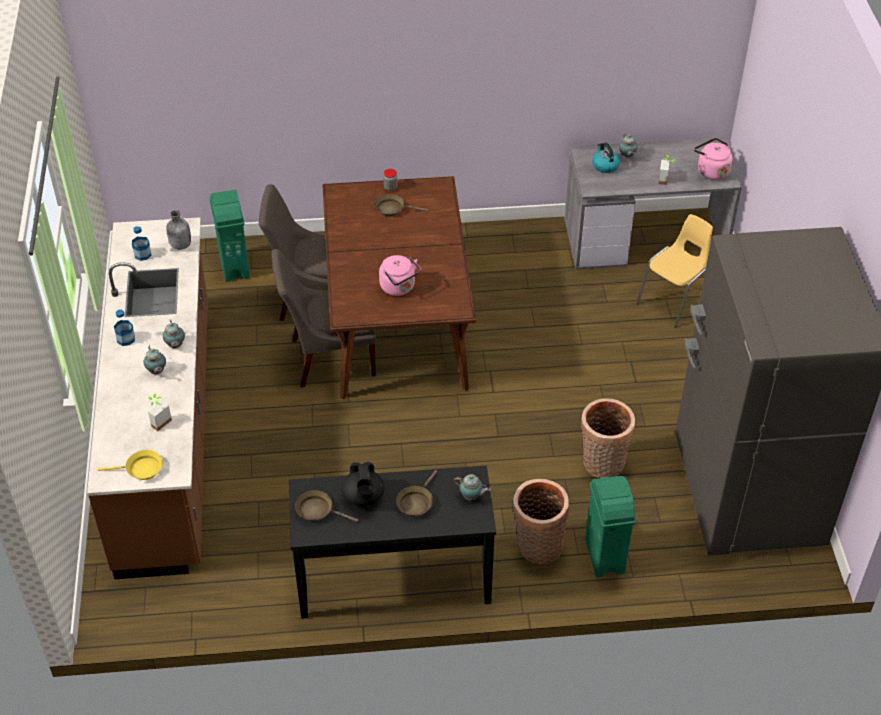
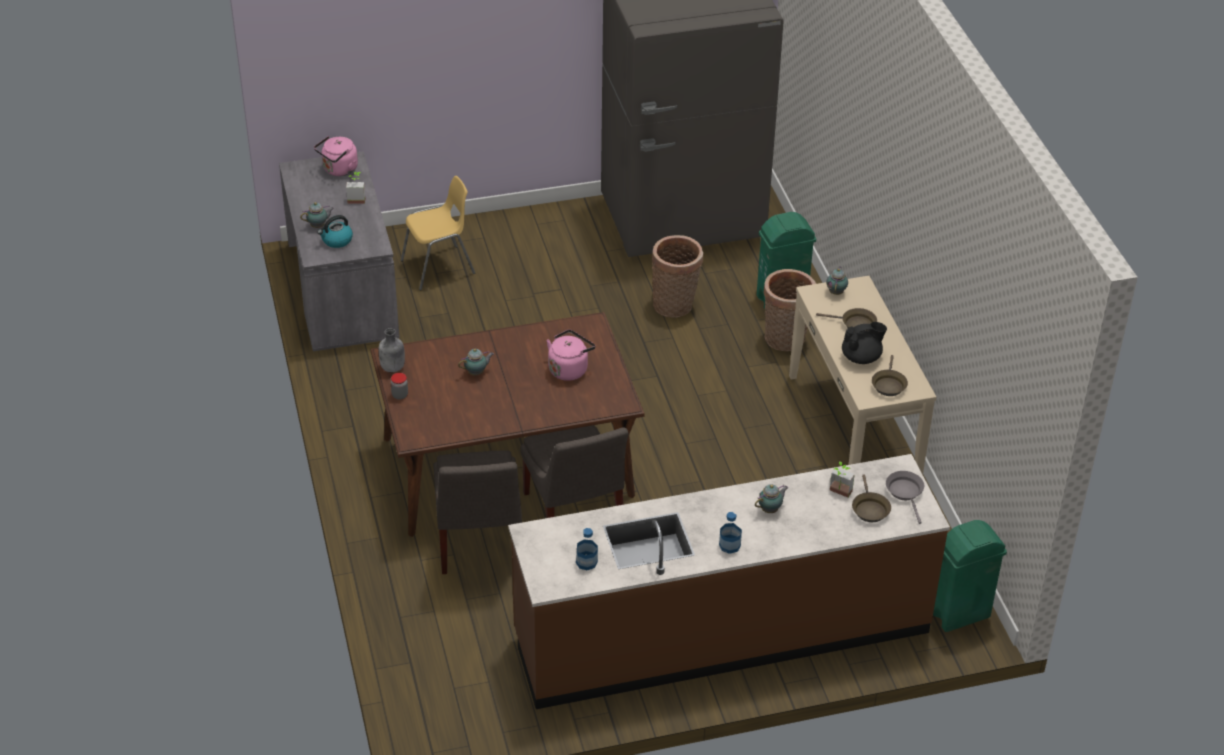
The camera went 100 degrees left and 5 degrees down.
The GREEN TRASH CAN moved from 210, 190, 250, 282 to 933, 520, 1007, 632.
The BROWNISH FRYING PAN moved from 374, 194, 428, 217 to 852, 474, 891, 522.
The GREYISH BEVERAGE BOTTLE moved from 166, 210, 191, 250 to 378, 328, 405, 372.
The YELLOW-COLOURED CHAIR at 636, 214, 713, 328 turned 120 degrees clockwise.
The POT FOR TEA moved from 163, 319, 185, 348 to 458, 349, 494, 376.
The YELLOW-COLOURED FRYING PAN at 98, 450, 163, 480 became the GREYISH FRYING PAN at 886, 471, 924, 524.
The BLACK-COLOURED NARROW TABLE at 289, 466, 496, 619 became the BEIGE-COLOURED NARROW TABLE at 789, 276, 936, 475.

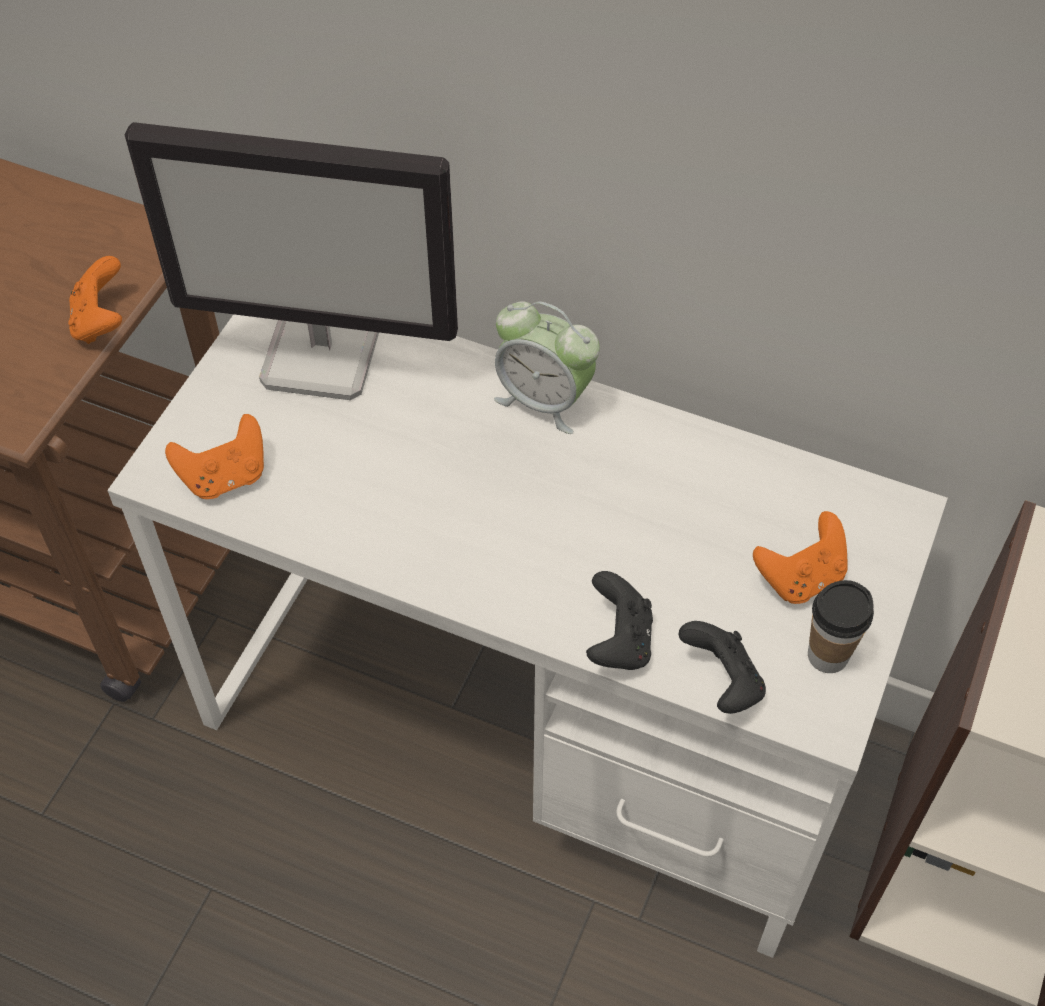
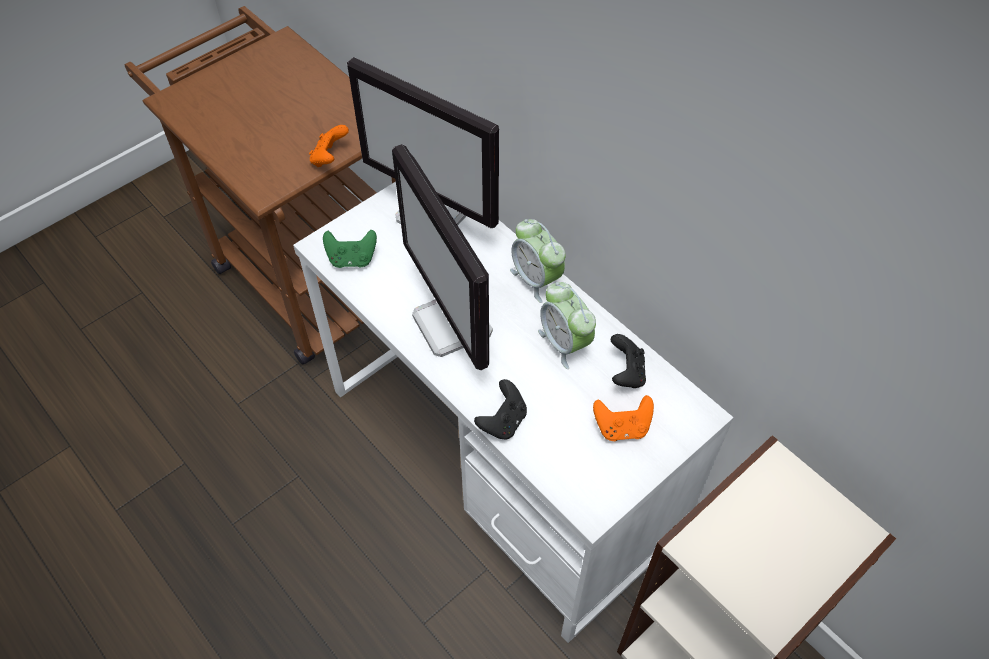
The camera went 25 degrees right and 0 degrees up.
The ORANGE-COLOURED GAMEPAD at 165, 414, 264, 499 became the GREEN GAMEPAD at 323, 230, 377, 268.
The DRINKING CUP at 808, 580, 874, 673 disappeared.
The BLACK-COLOURED GAMEPAD moved from 678, 621, 766, 714 to 611, 334, 646, 388.
The COMPUTER SCREEN at 392, 144, 493, 370 appeared.
The ALARM CLOCK at 538, 282, 596, 369 appeared.

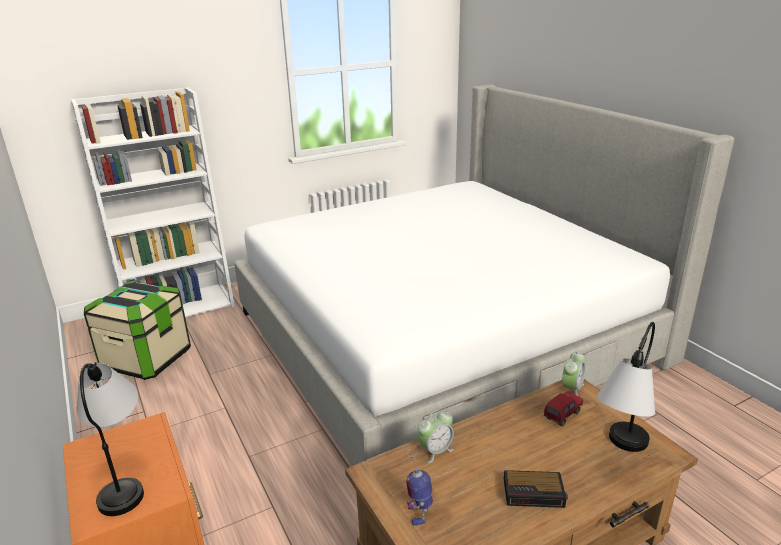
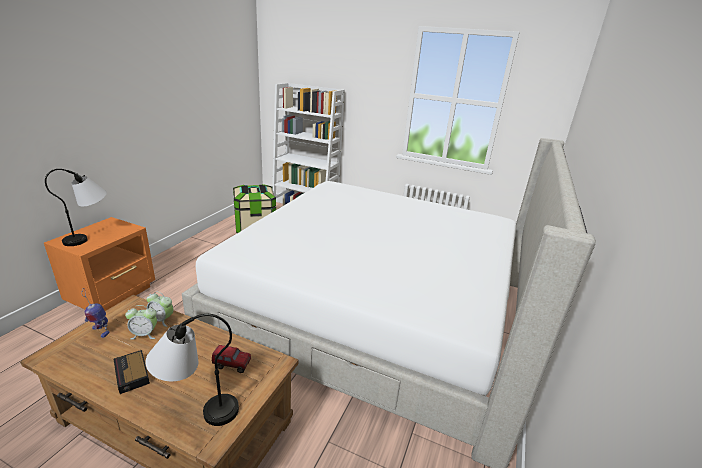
The camera went 50 degrees right and 0 degrees up.
The ALARM CLOCK moved from 562, 352, 585, 396 to 125, 305, 157, 339.
The TOY ROBOT at 406, 445, 433, 526 turned 120 degrees counterclockwise.

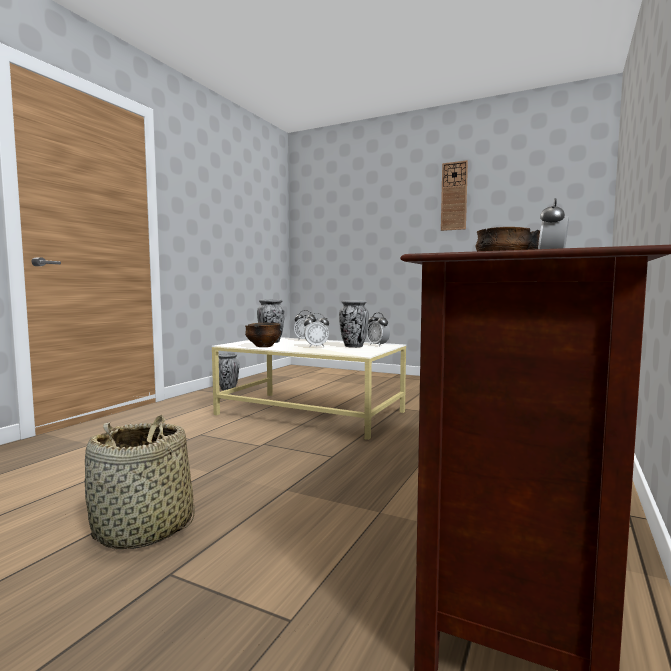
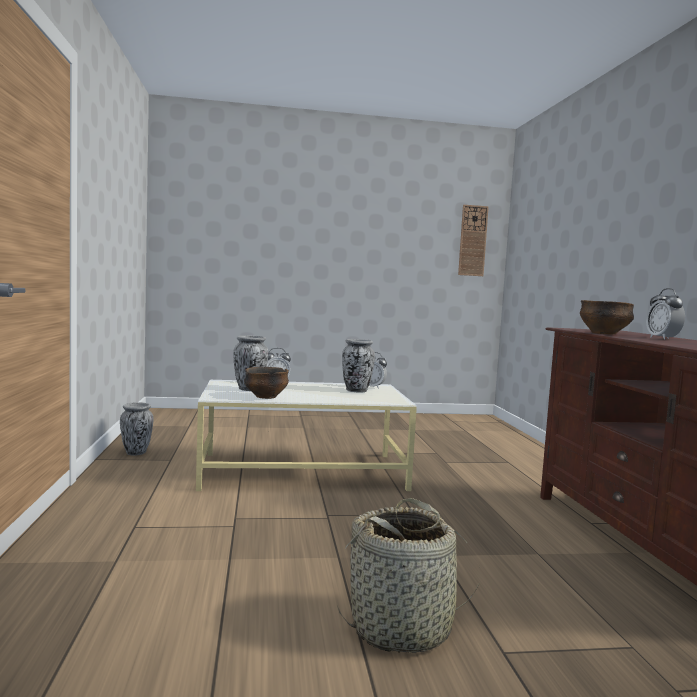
The camera went 35 degrees left and 0 degrees up.
The HANGING CLOCK moved from 441, 160, 468, 231 to 458, 205, 489, 276.
The ALARM CLOCK at 304, 313, 329, 347 disappeared.

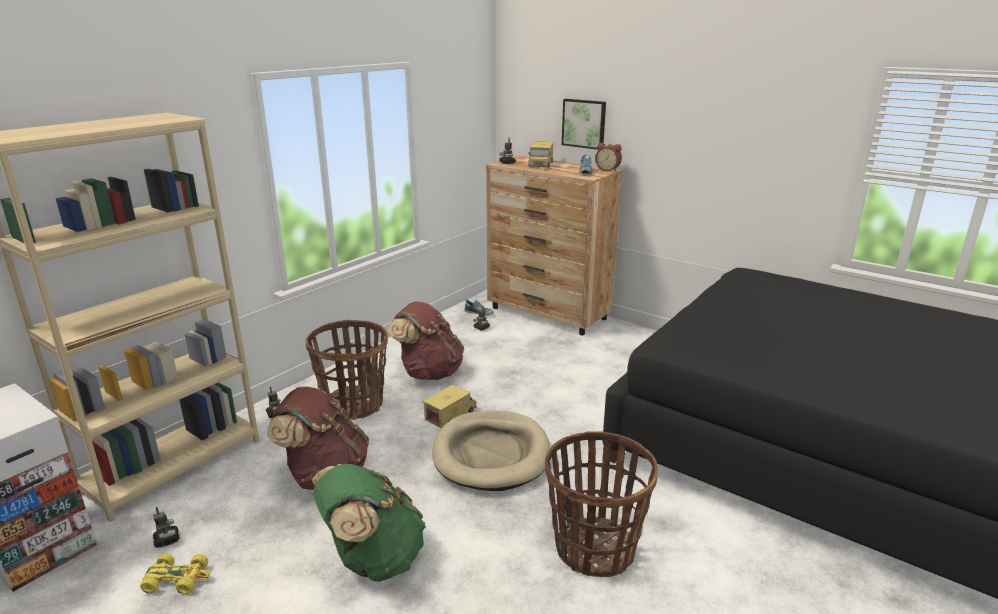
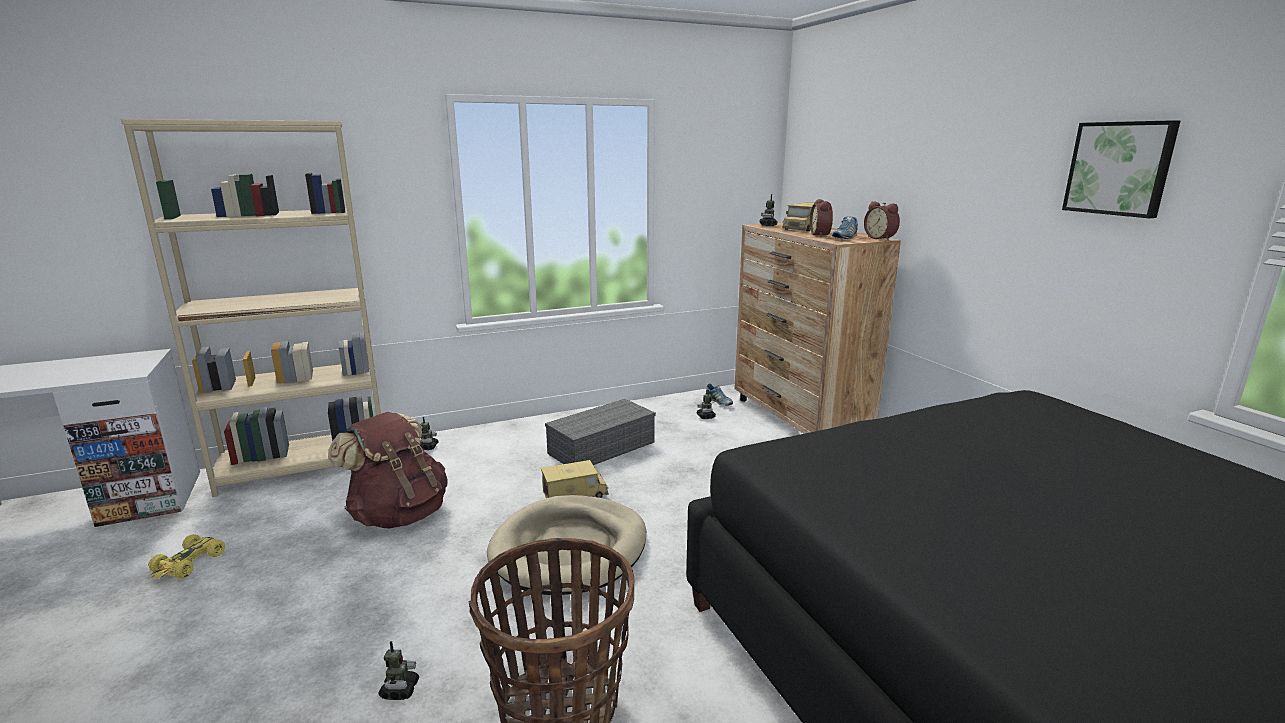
The camera went 30 degrees right and 5 degrees down.
The PICTURE moved from 562, 99, 606, 150 to 1062, 120, 1180, 218.
The BROWNISH RUCKSACK at 388, 301, 464, 380 was replaced by the GREYISH STORAGE BIN at 545, 399, 656, 465.
The HOUSEHOLD BASKET at 305, 320, 388, 420 disappeared.
The GREEN RUCKSACK at 312, 464, 426, 582 disappeared.
The TOY ROBOT moved from 153, 507, 180, 548 to 378, 641, 419, 700.
The YELLOW-COLOURED MODEL CAR at 140, 553, 211, 595 turned 75 degrees clockwise.
The ALARM CLOCK at 810, 199, 833, 236 appeared.

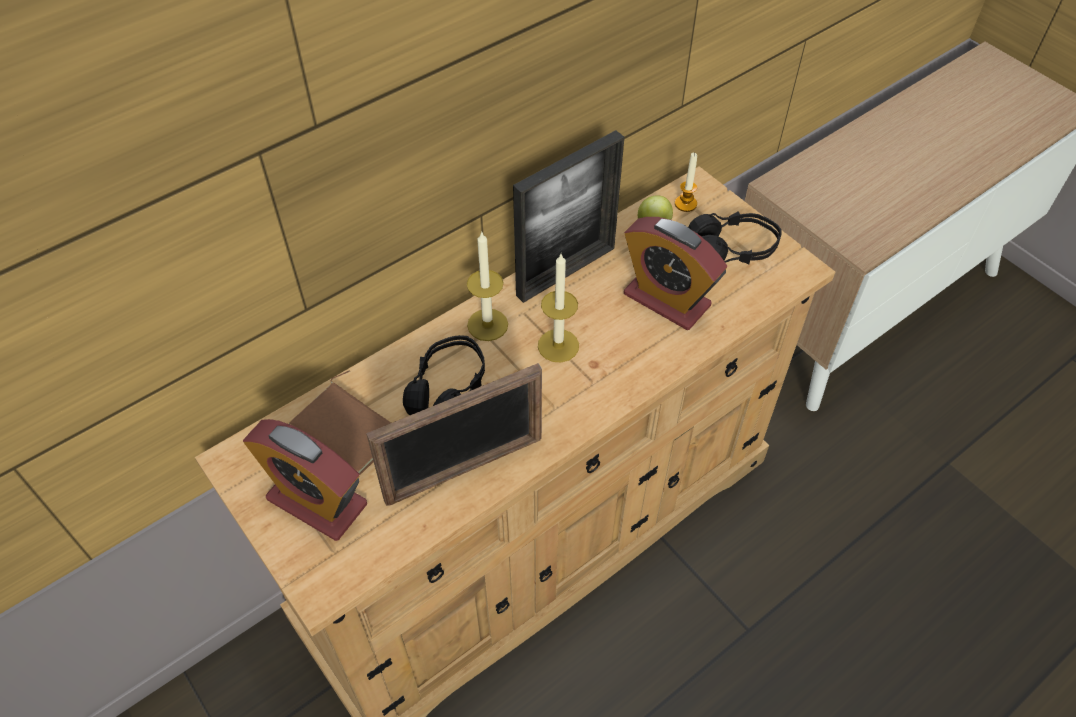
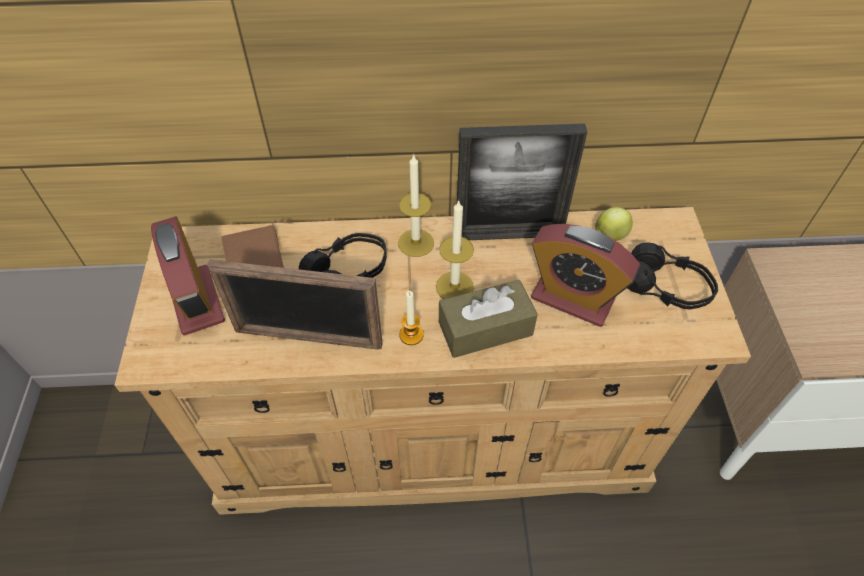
The camera went 35 degrees right and 0 degrees up.
The WAX CANDLE moved from 675, 152, 697, 212 to 399, 291, 424, 345.
The ALARM CLOCK at 624, 217, 727, 330 turned 45 degrees counterclockwise.
The BROWNISH TISSUE BOX at 439, 280, 538, 358 appeared.

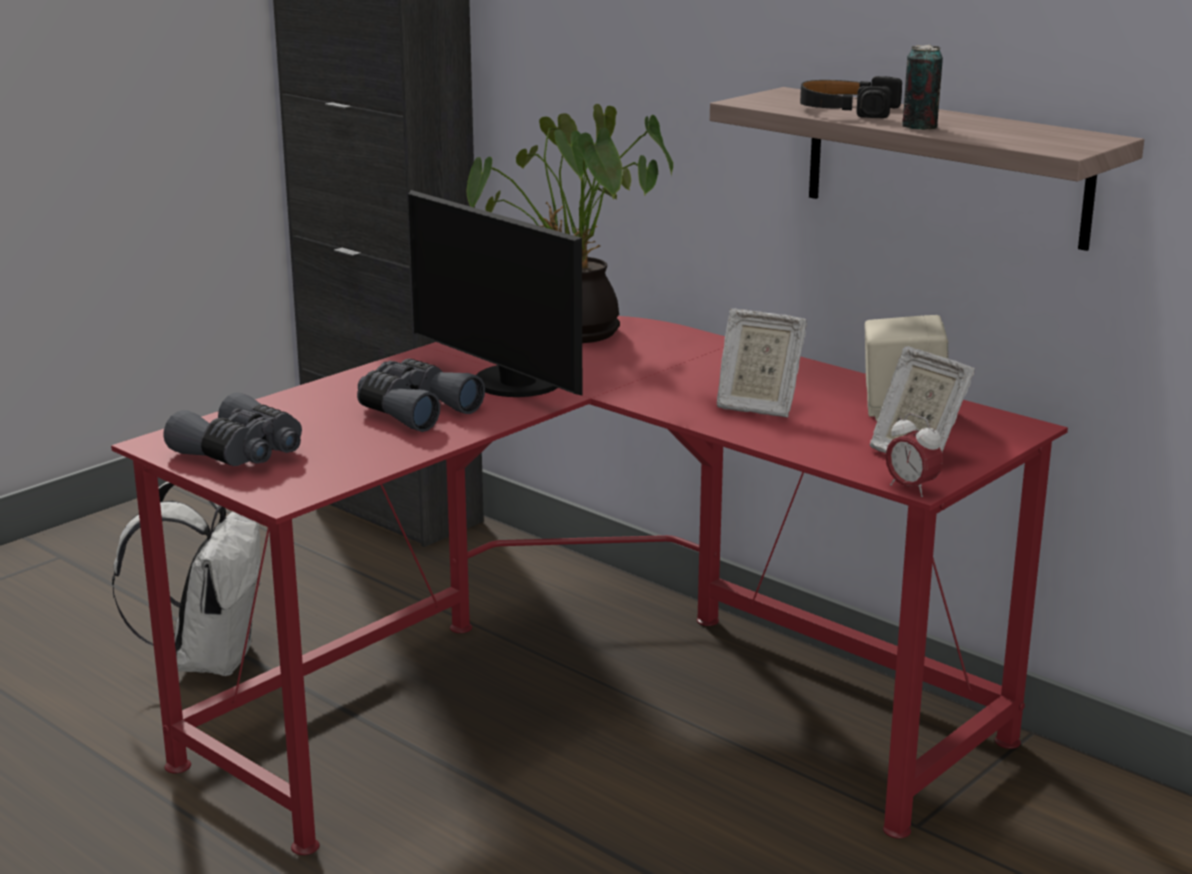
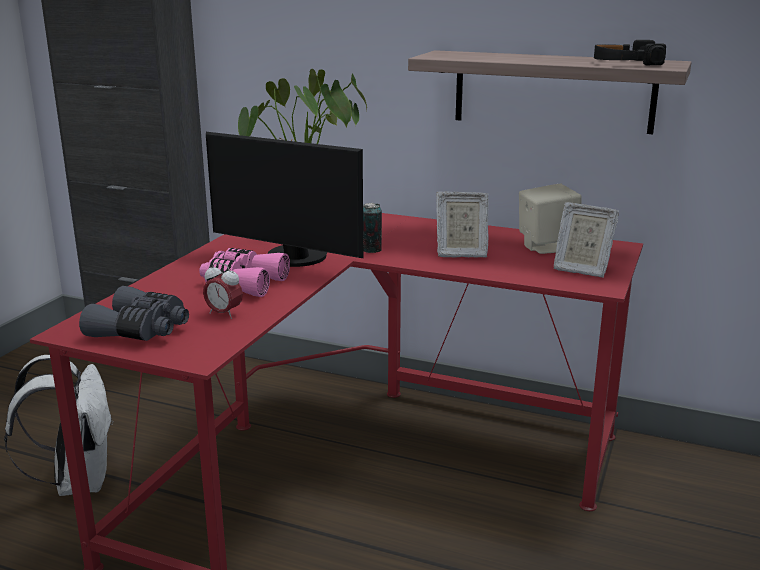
The camera went 20 degrees left and 0 degrees up.
The SEALED CAN moved from 902, 44, 943, 130 to 363, 203, 382, 253.
The BLACK-COLOURED HEADPHONES moved from 800, 76, 902, 118 to 594, 40, 666, 65.
The GREYISH PAIR OF BINOCULARS at 357, 359, 485, 432 became the PINK-COLOURED PAIR OF BINOCULARS at 199, 248, 290, 297.
The ALARM CLOCK moved from 886, 413, 943, 497 to 203, 262, 243, 319.

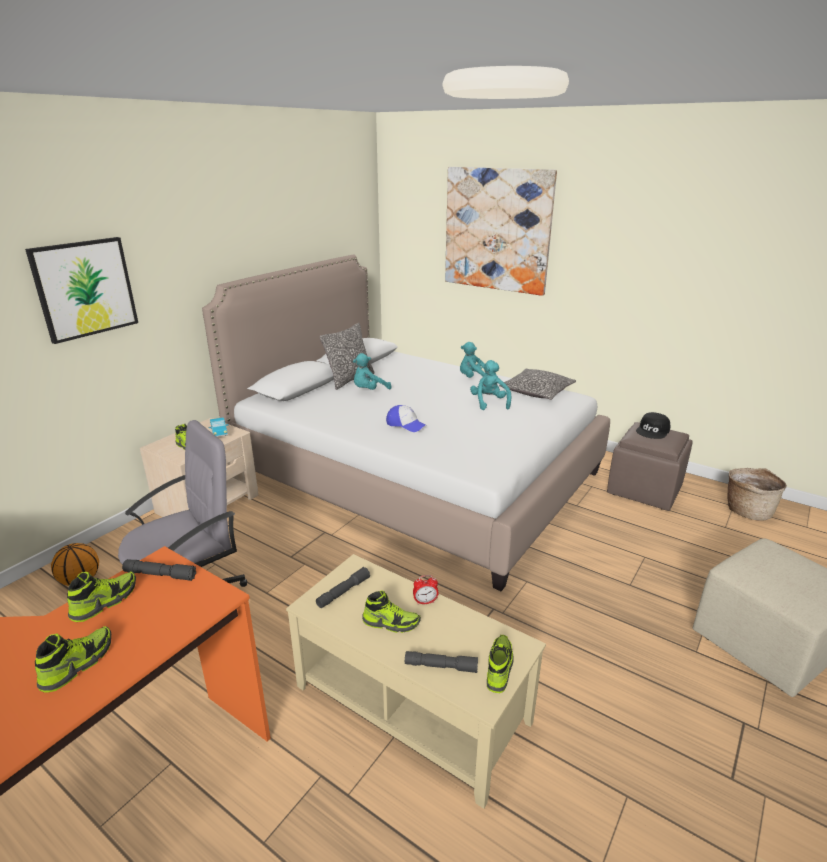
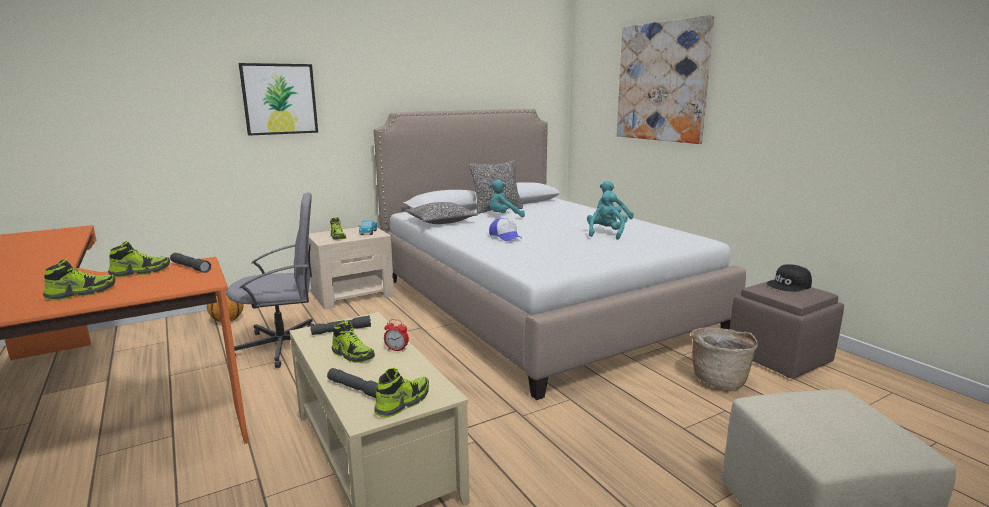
The camera went 25 degrees right and 10 degrees down.
The PILLOW moved from 499, 369, 576, 400 to 405, 202, 478, 224.
The HOUSEHOLD BASKET moved from 727, 468, 787, 521 to 691, 327, 758, 388.

